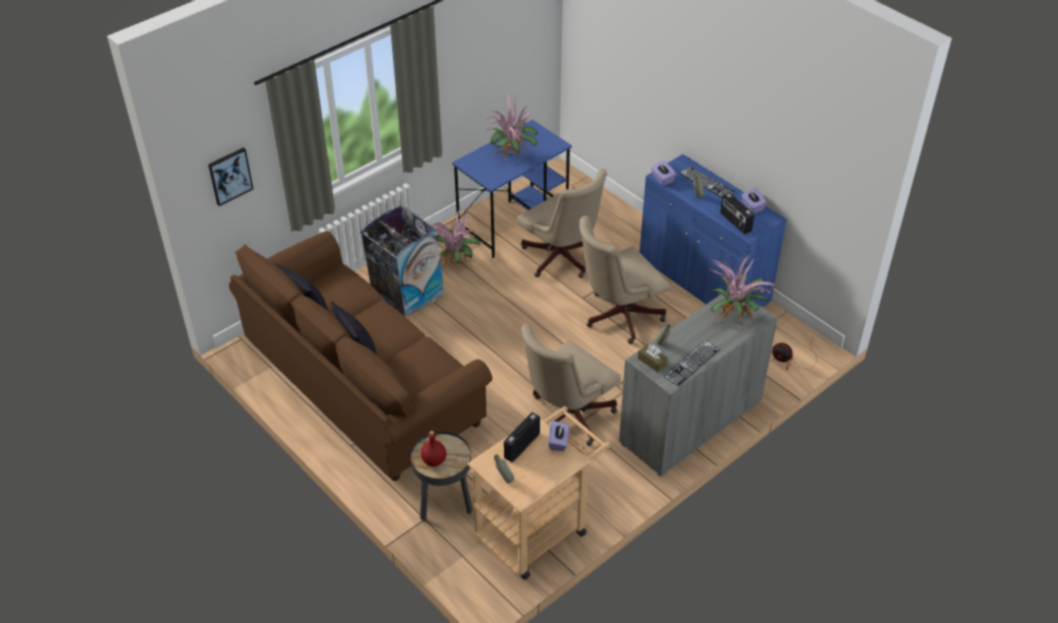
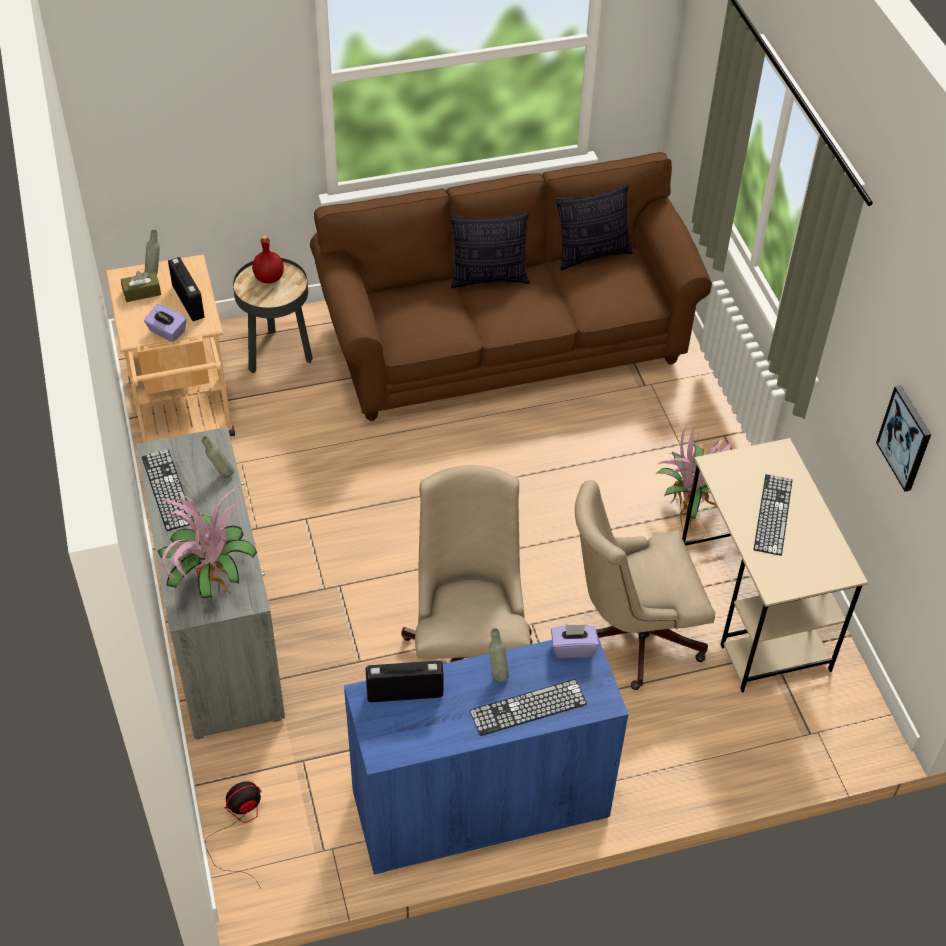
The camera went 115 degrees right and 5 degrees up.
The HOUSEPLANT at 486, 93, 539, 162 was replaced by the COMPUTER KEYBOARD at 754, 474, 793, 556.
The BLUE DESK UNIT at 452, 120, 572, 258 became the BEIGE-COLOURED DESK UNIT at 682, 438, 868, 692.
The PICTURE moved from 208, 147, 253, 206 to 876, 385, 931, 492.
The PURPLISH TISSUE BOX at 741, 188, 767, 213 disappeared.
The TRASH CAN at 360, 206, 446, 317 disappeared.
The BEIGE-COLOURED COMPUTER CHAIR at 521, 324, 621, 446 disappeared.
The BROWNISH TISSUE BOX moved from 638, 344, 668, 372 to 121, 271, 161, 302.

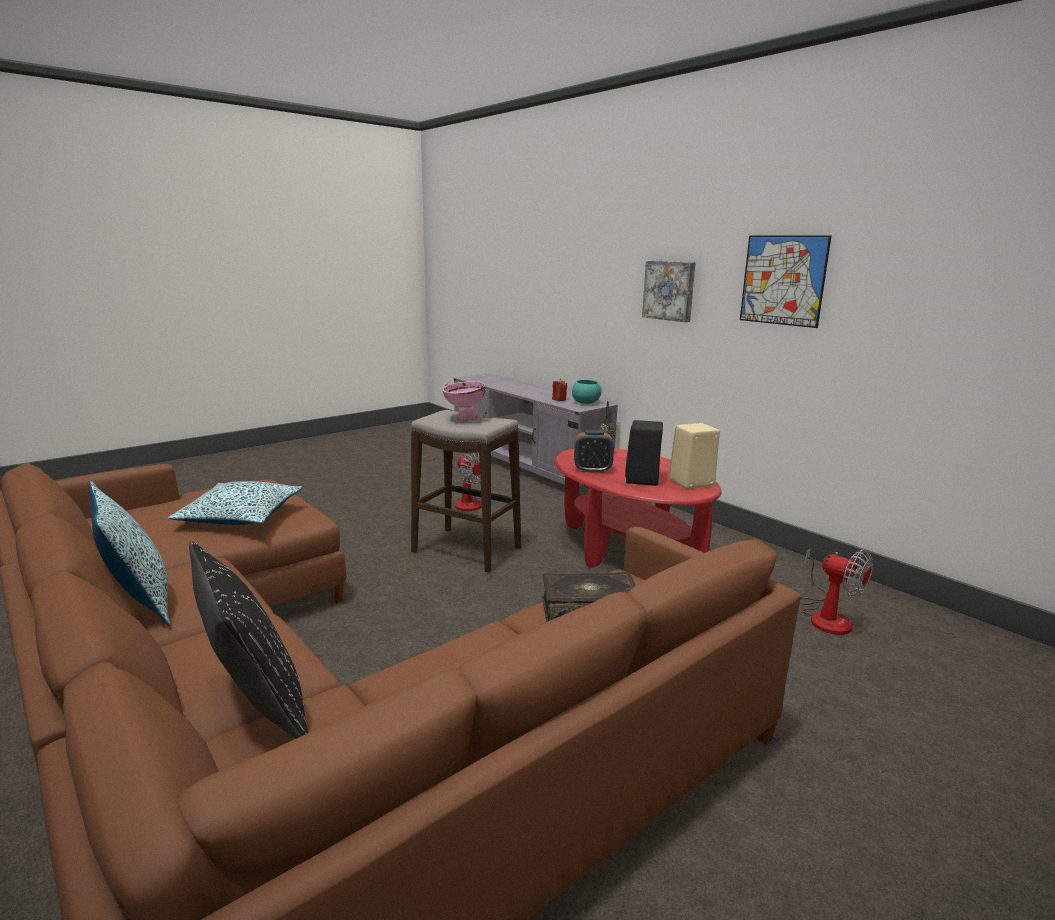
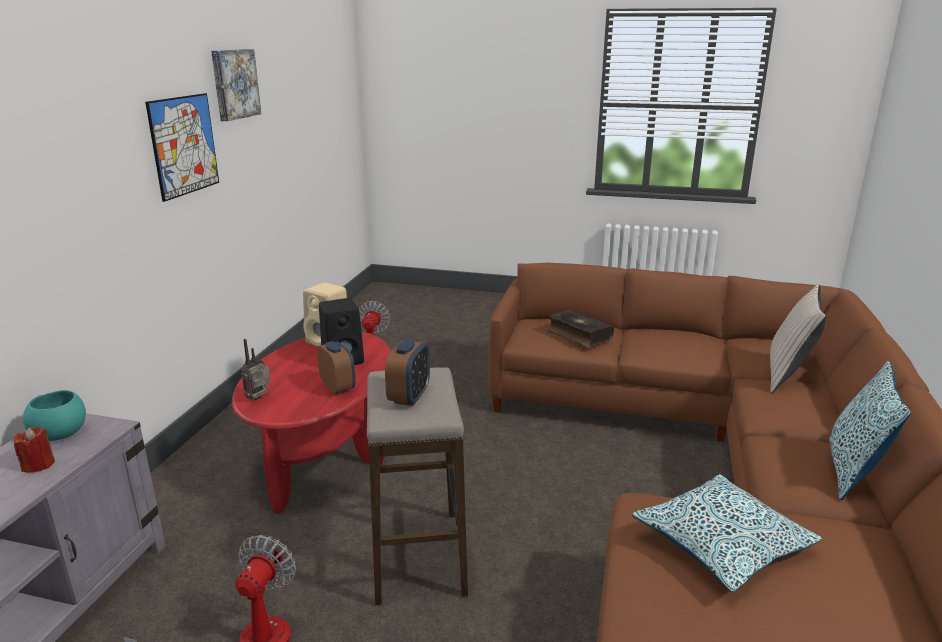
The camera went 125 degrees left and 5 degrees up.
The PICTURE moved from 642, 261, 696, 322 to 211, 49, 261, 121.
The PINK-COLOURED SERVING BOWL at 443, 381, 485, 421 was replaced by the ALARM CLOCK at 385, 339, 430, 406.
The BLACK-COLOURED PILLOW at 189, 541, 308, 739 became the BEIGE-COLOURED PILLOW at 770, 284, 827, 393.

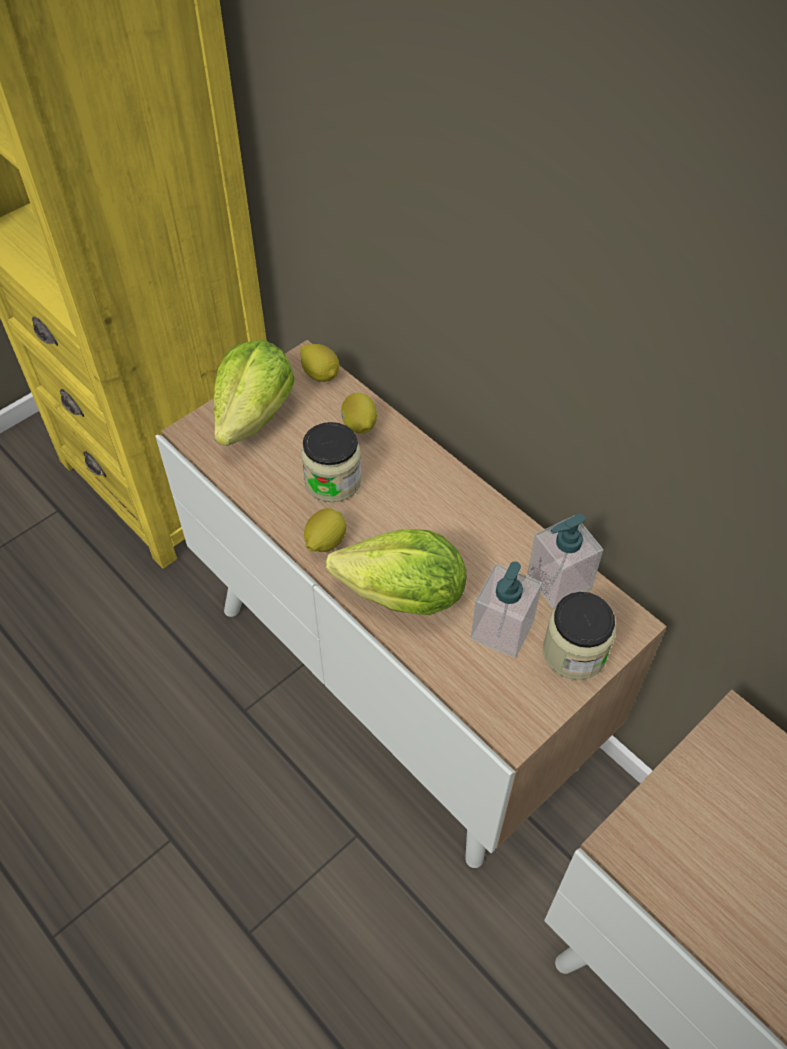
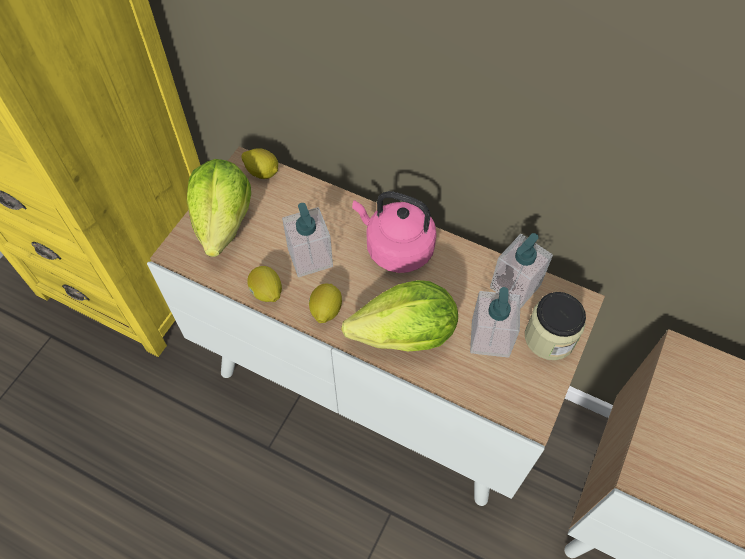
The camera went 20 degrees left and 5 degrees up.
The CITRUS FRUIT moved from 341, 393, 377, 434 to 247, 266, 282, 302.
The PRESERVE JAR at 301, 422, 362, 502 was replaced by the LIQUID SOAP BOTTLE at 282, 203, 333, 277.
The PINK-COLOURED KETTLE at 352, 191, 437, 273 appeared.

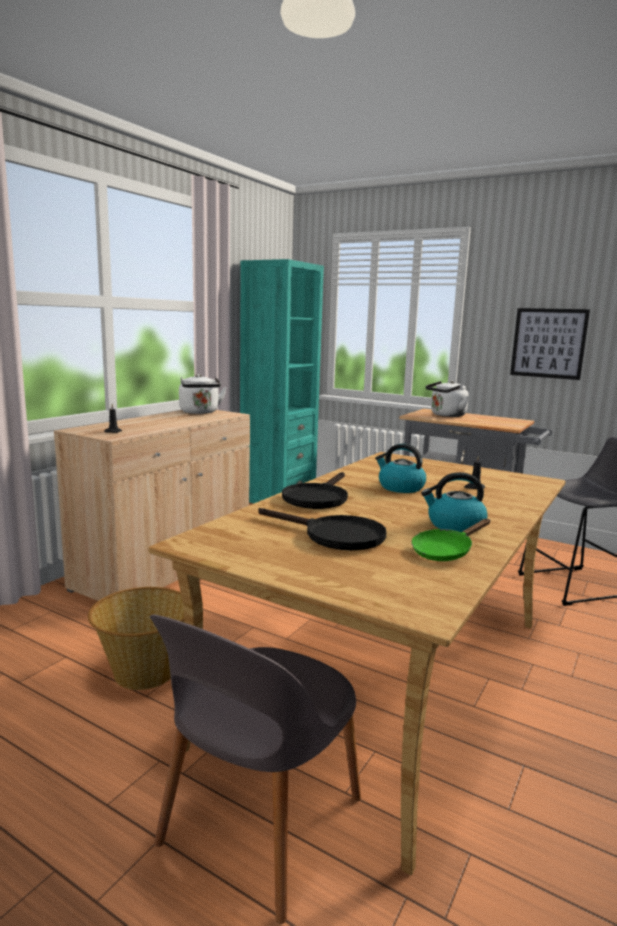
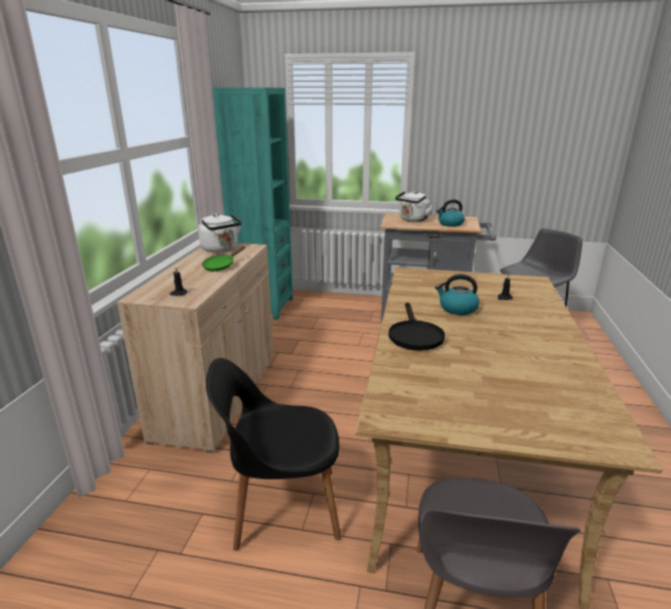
The camera went 20 degrees left and 10 degrees up.
The PICTURE at 510, 308, 590, 380 disappeared.
The KETTLE moved from 421, 472, 488, 532 to 437, 199, 465, 227.
The BLACK-COLOURED FRYING PAN at 259, 508, 386, 550 disappeared.
The GREEN FRYING PAN moved from 411, 519, 490, 561 to 202, 246, 245, 271.
The HOUSEHOLD BASKET at 88, 587, 184, 690 was replaced by the BLACK-COLOURED CHAIR at 206, 358, 341, 551.

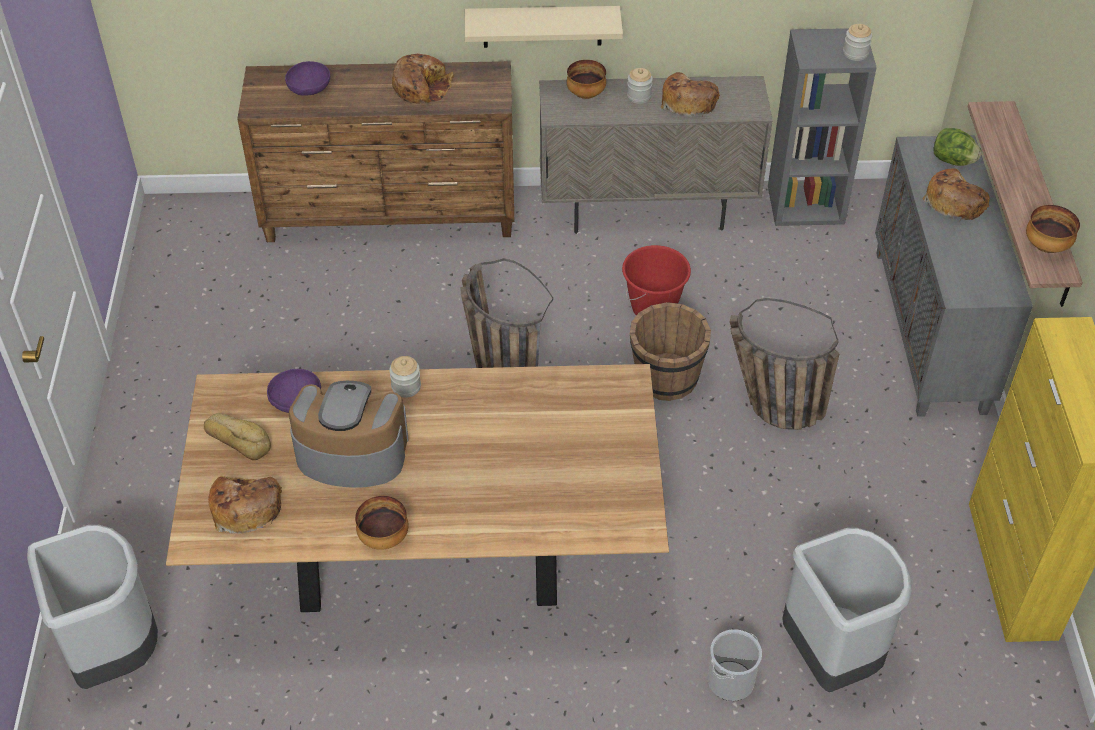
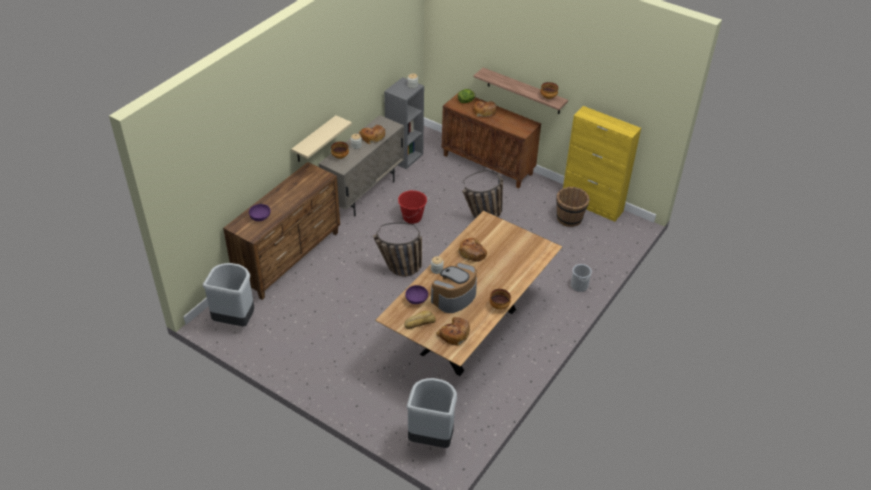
The camera went 55 degrees left and 5 degrees down.
The BREAD moved from 392, 54, 454, 104 to 458, 238, 487, 262.
The GREYISH CUPBOARD at 875, 135, 1033, 417 became the BROWNISH CUPBOARD at 442, 93, 541, 188.
The BROWNISH BUCKET moved from 630, 302, 711, 401 to 556, 187, 590, 227.
The GREYISH TRASH CAN moved from 782, 528, 912, 692 to 203, 263, 254, 326.

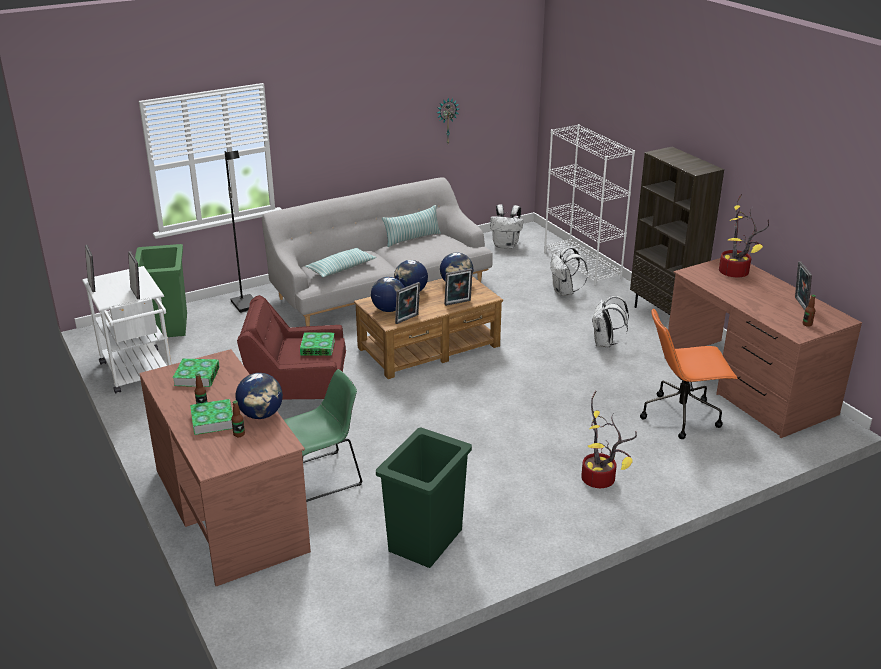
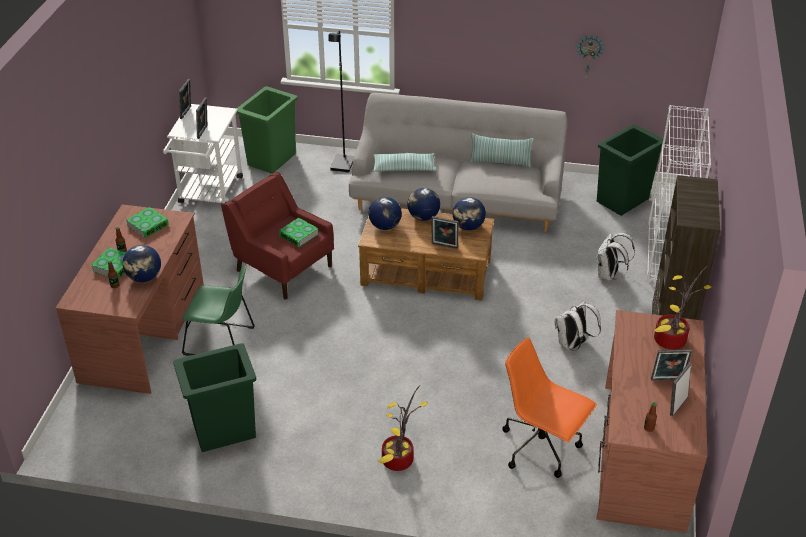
The camera went 40 degrees right and 10 degrees up.
The WHITE RUCKSACK at 490, 204, 523, 249 was replaced by the GREEN TRASH CAN at 597, 124, 666, 216.
The PICTURE FRAME moved from 395, 282, 420, 324 to 651, 349, 692, 381.

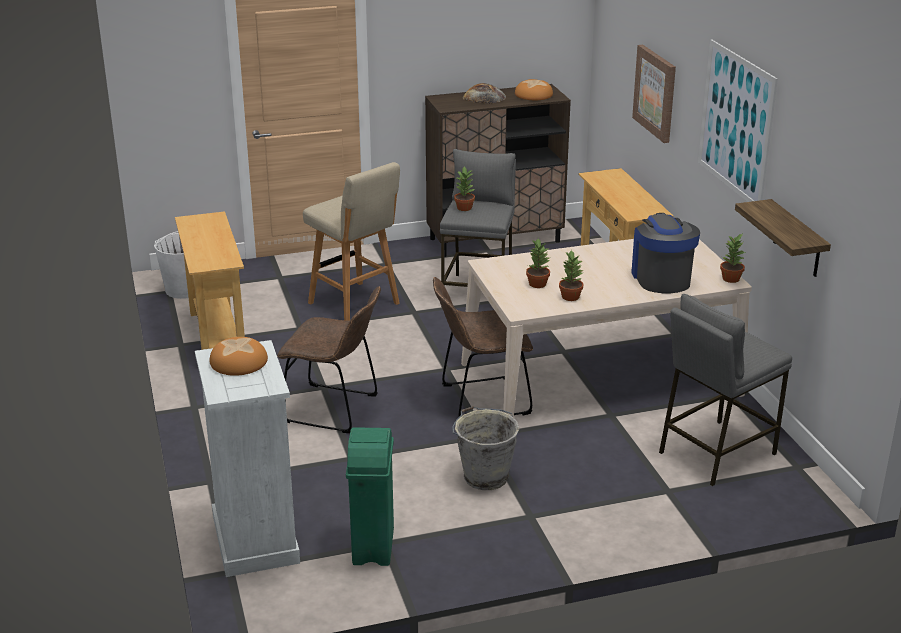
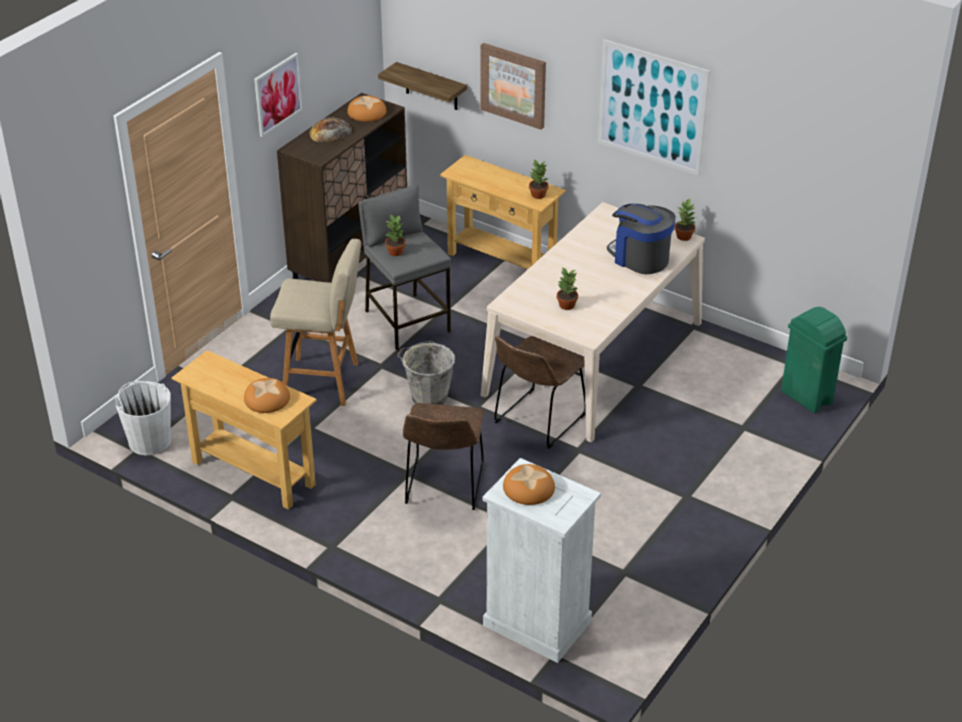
The camera went 40 degrees left and 10 degrees up.
The WALL SHELF moved from 735, 199, 831, 277 to 378, 62, 467, 110.
The HOUSEPLANT moved from 559, 250, 583, 301 to 529, 160, 549, 199.
The BROWNISH CHAIR at 277, 286, 381, 433 turned 120 degrees clockwise.
The GREYISH SITTING STOOL at 659, 294, 792, 486 disappeared.
The GREYISH BUCKET moved from 452, 406, 519, 490 to 397, 341, 455, 405.
The GREEN TRASH CAN moved from 346, 427, 394, 566 to 781, 307, 847, 413.
The PICTURE at 254, 53, 303, 137 appeared.
The BREAD at 244, 378, 290, 413 appeared.

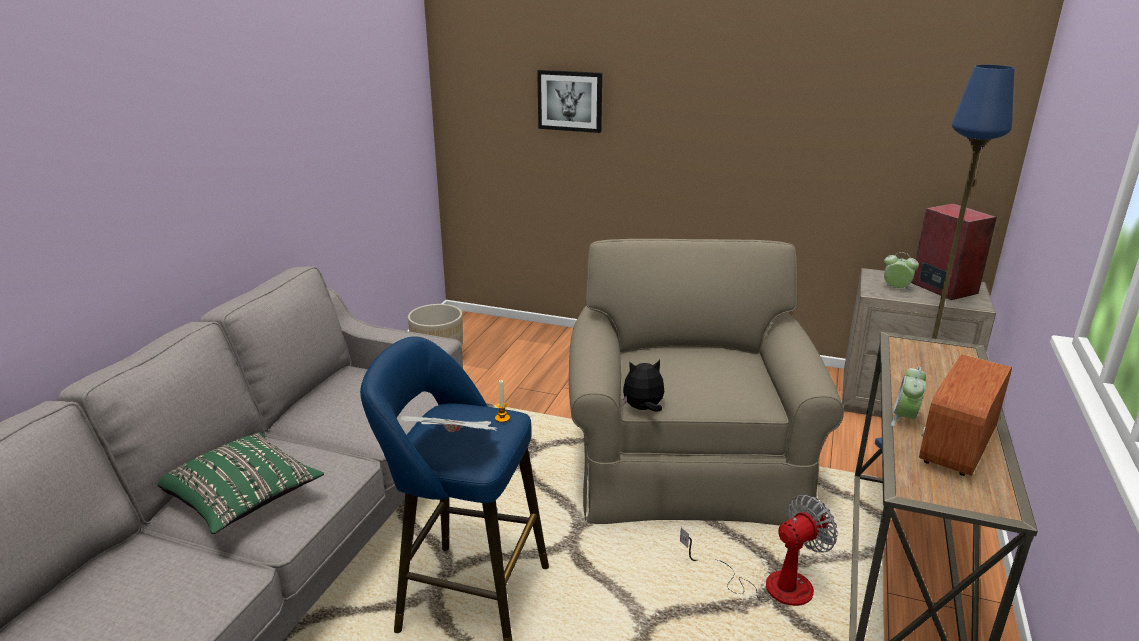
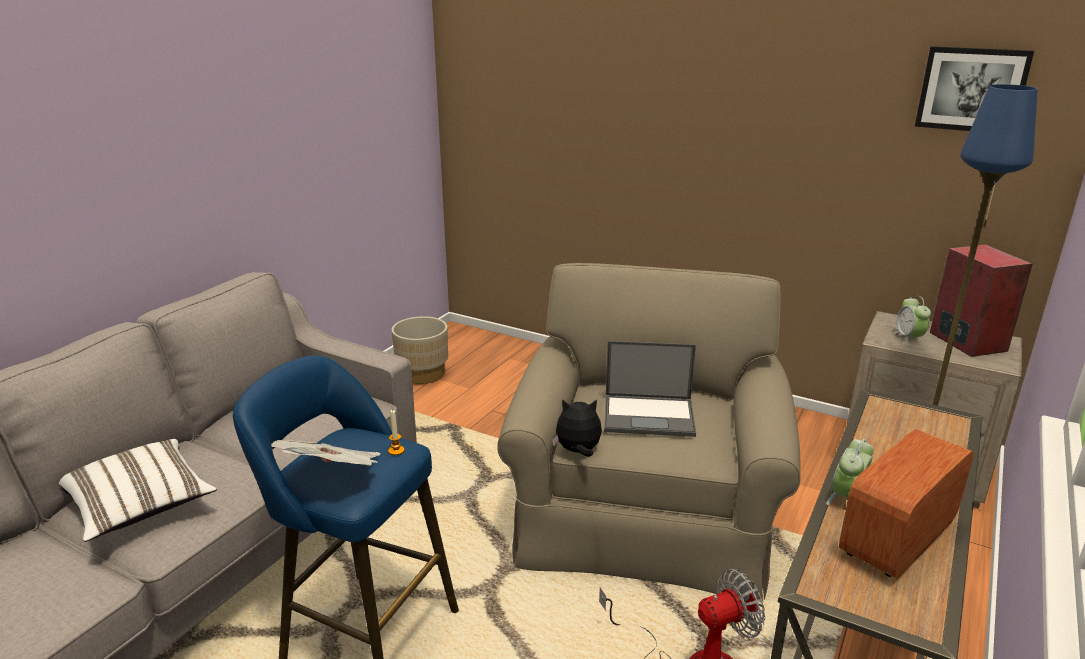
The camera went 10 degrees right and 0 degrees up.
The PICTURE moved from 537, 70, 602, 133 to 915, 46, 1034, 131.
The ALARM CLOCK at 884, 252, 919, 289 turned 135 degrees counterclockwise.
The GREEN PILLOW at 158, 432, 324, 534 became the WHITE PILLOW at 59, 439, 217, 542.
The NOTEBOOK COMPUTER at 604, 341, 696, 437 appeared.

